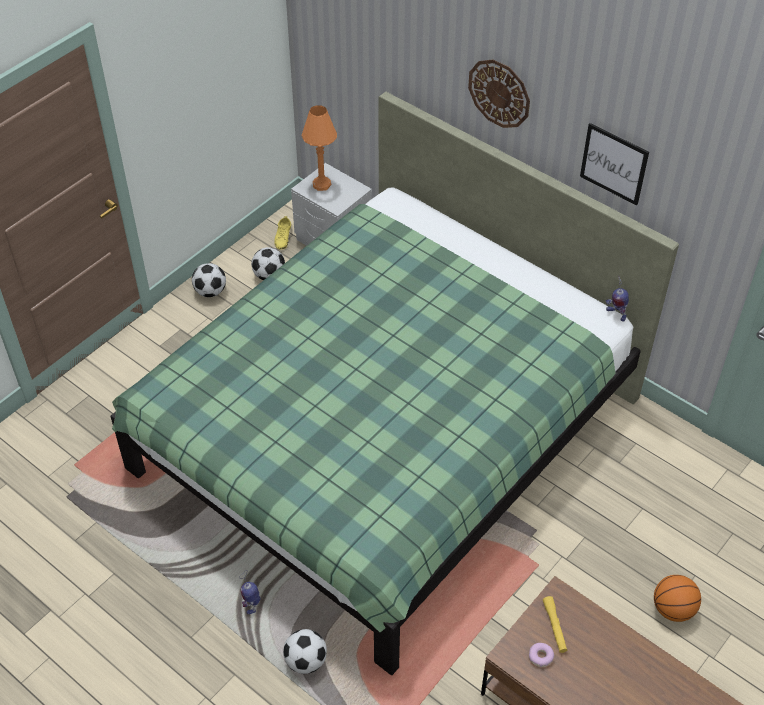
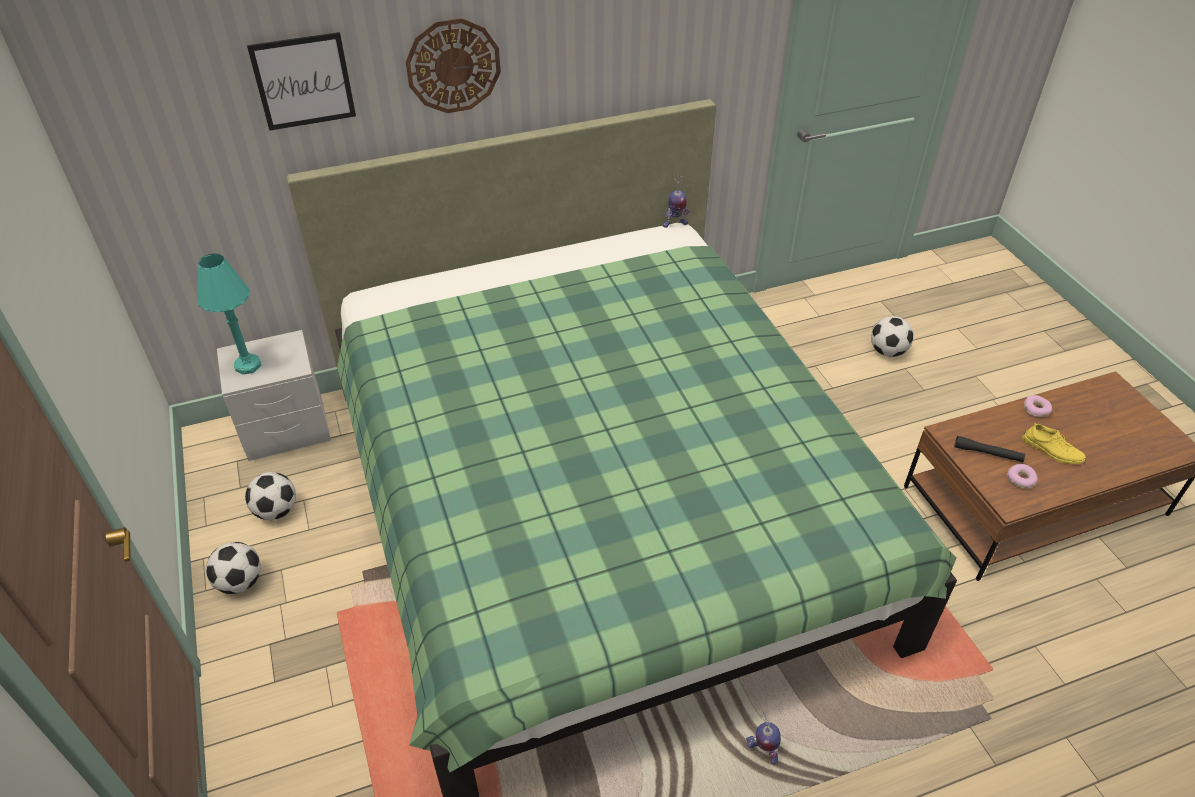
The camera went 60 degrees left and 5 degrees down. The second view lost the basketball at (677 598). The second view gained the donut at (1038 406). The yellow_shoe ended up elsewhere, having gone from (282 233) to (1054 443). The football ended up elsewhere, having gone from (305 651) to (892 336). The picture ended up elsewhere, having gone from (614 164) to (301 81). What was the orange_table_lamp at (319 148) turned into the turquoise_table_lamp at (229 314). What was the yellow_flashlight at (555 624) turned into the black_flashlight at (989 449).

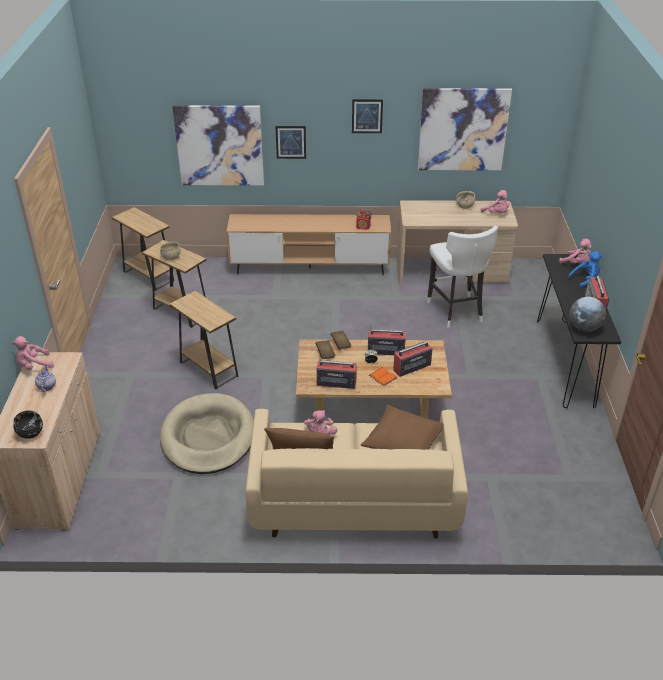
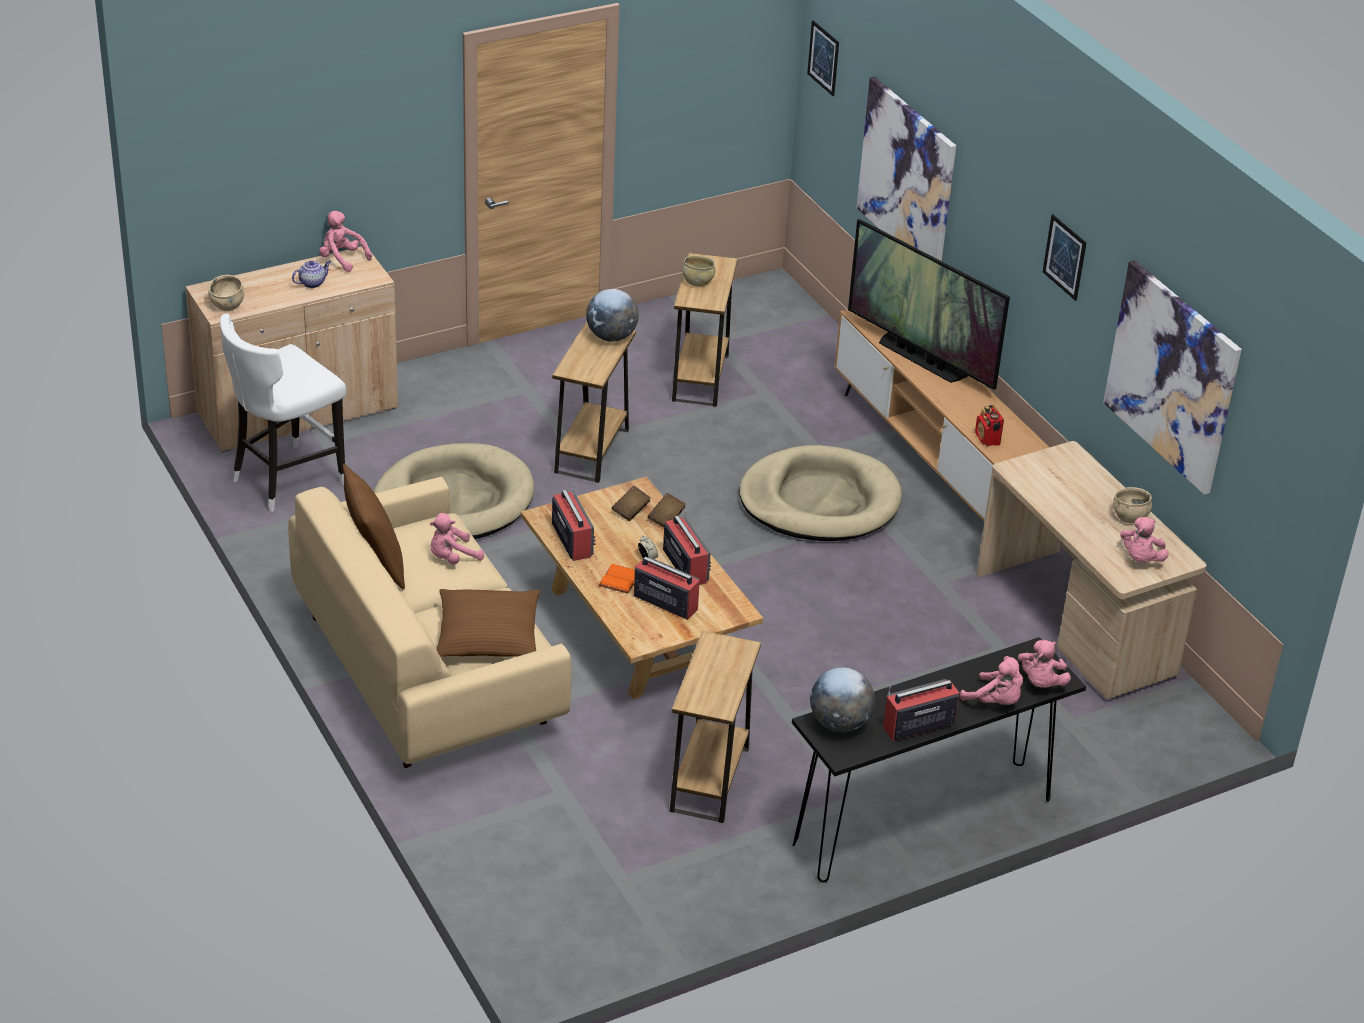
The camera went 60 degrees right and 0 degrees up. The second view gained the globe at (612 315). The second view gained the beige_dog_bed at (820 493). The second view gained the television at (929 304). The brown_side_table ended up elsewhere, having gone from (143 249) to (715 727). The picture ended up elsewhere, having gone from (290 142) to (823 58). The white_stool ended up elsewhere, having gone from (462 277) to (283 412). What was the black_bowl at (28 425) turned into the beige_bowl at (226 293). What was the blue_plush_toy at (585 269) turned into the pink_plush_toy at (991 680).

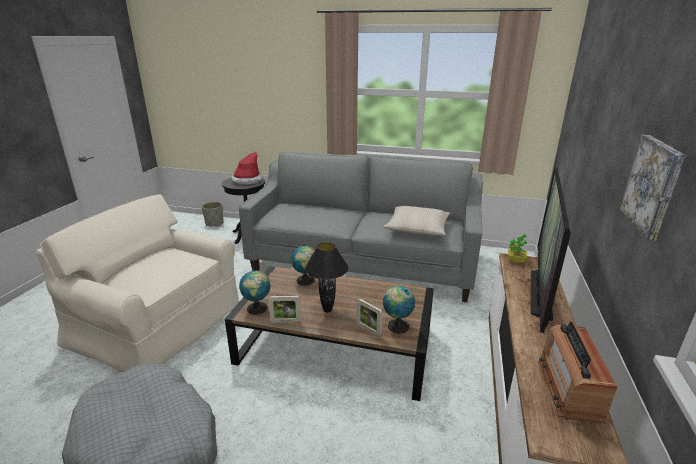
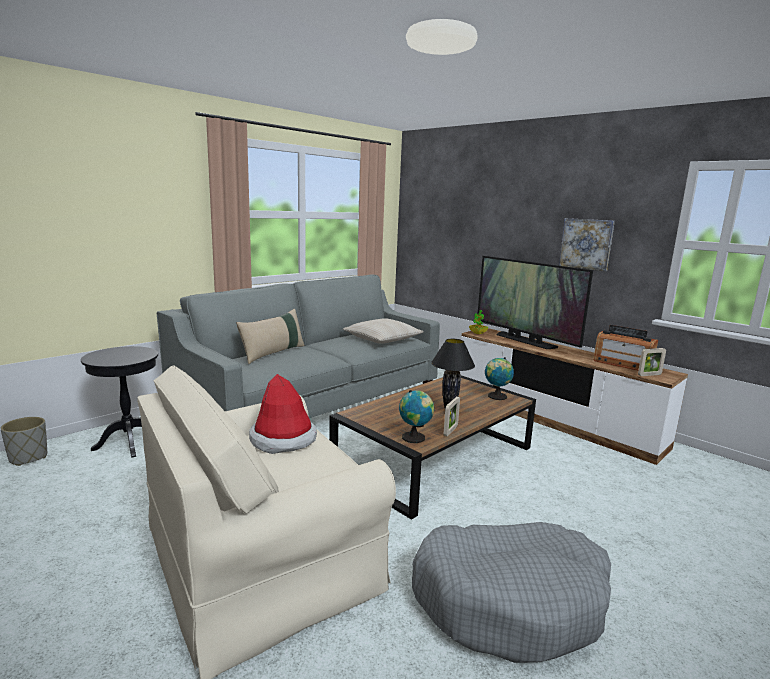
The camera went 60 degrees left and 10 degrees down. The second view lost the globe at (303 264). The second view gained the beige_pillow at (270 336). The hat ended up elsewhere, having gone from (246 168) to (283 414). The picture_frame ended up elsewhere, having gone from (369 317) to (652 362).

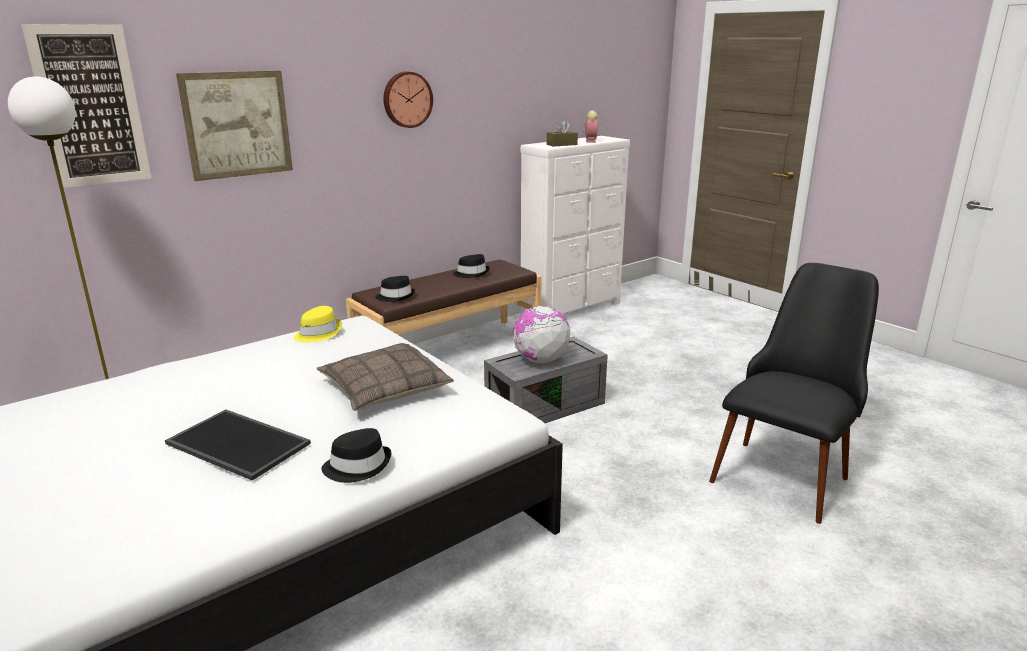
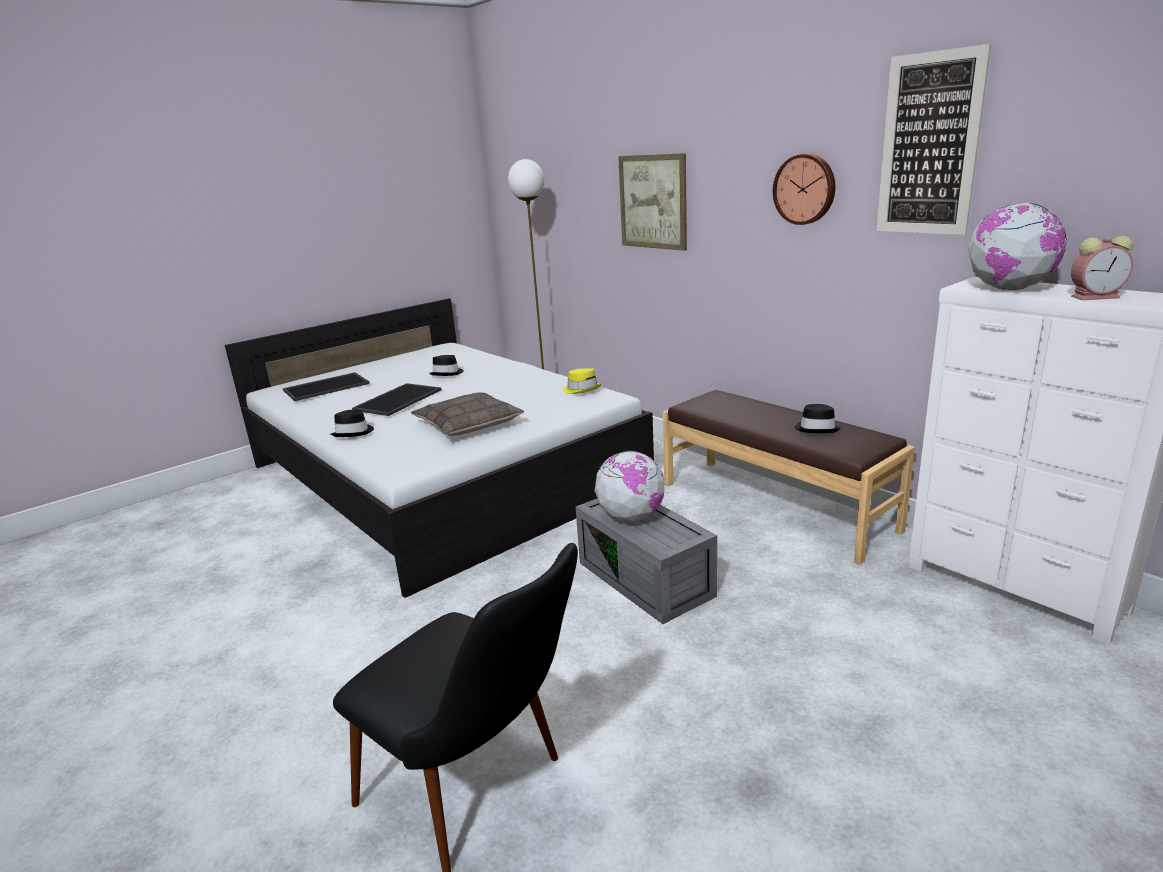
The camera went 90 degrees right and 0 degrees up. The second view gained the tray at (326 386). The picture ended up elsewhere, having gone from (86 106) to (933 139). The black_hat ended up elsewhere, having gone from (395 289) to (446 365). Where the brown_tissue_box stood at (562 133), the globe came to stand at (1017 246).

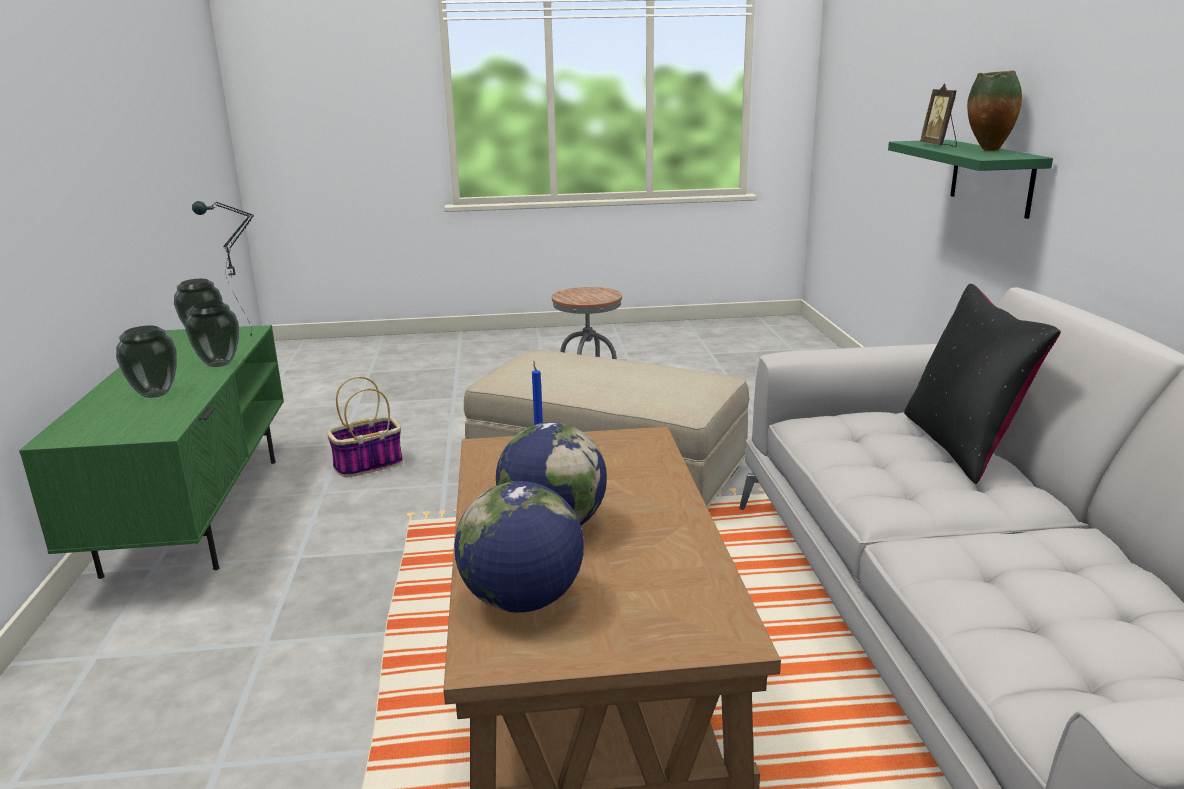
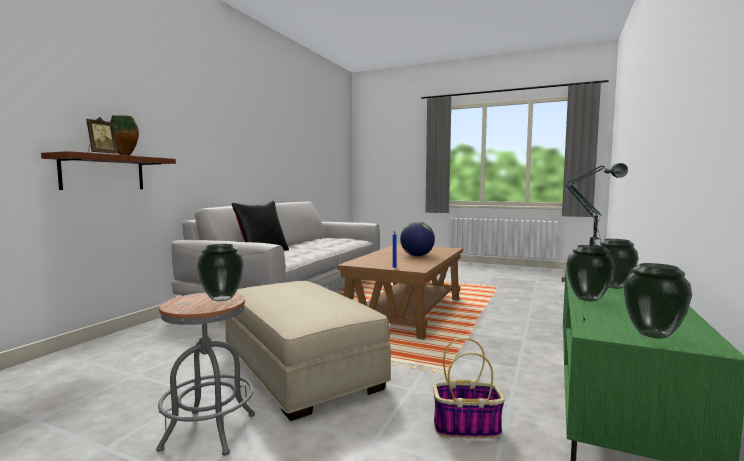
The camera went 150 degrees left and 15 degrees down. The second view lost the globe at (519 547). The second view gained the vase at (220 272). What was the green_shelf at (970 179) turned into the brown_shelf at (108 170).

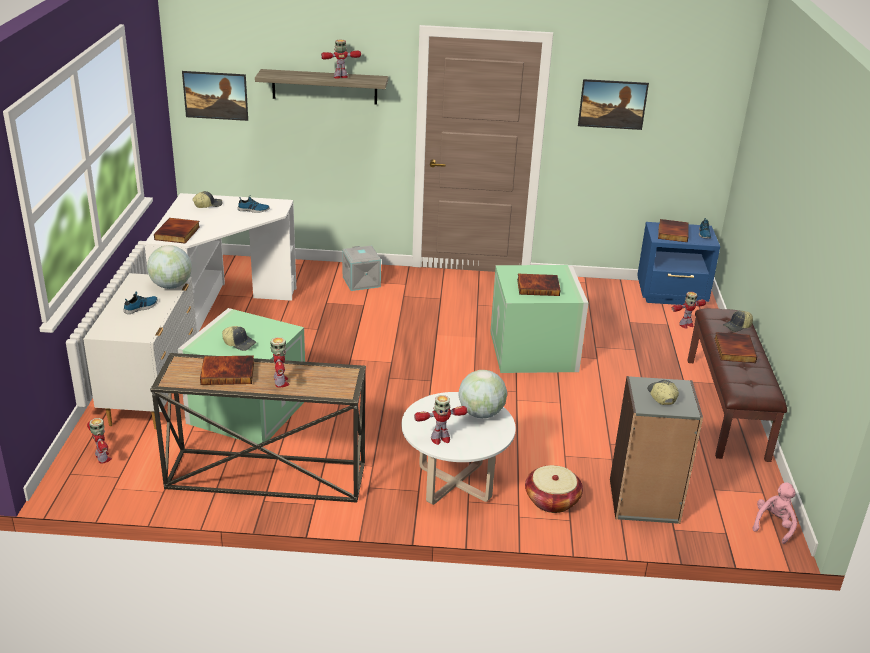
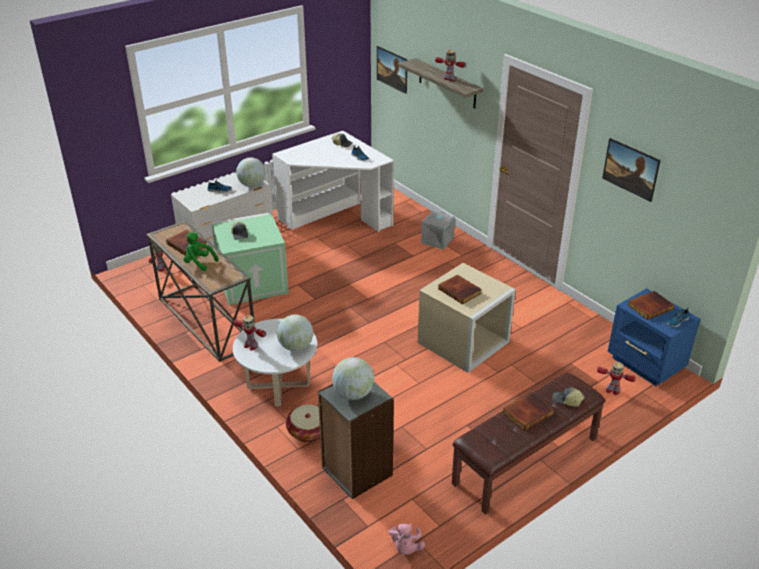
The camera went 50 degrees right and 5 degrees up. The second view lost the book at (177 231). Where the toy_robot stood at (279 362), the green_plush_toy came to stand at (201 251). Where the cap stood at (663 392), the globe came to stand at (353 378). What was the green_storage_box at (539 319) turned into the beige_storage_box at (467 318). The pink_plush_toy at (774 513) ended up facing another way, 105 degrees clockwise from before.

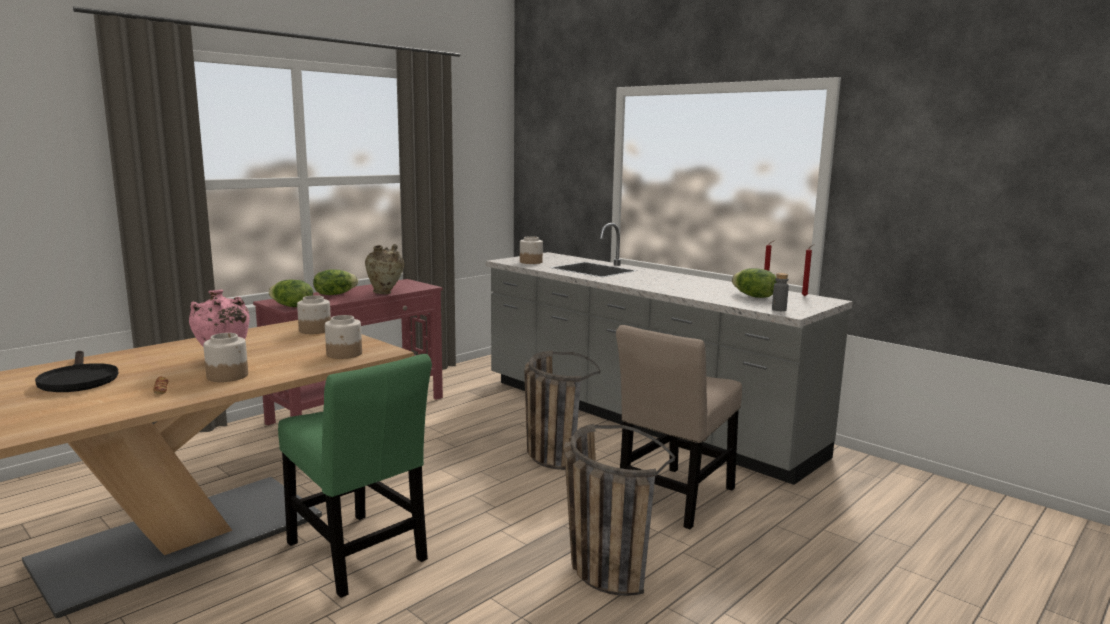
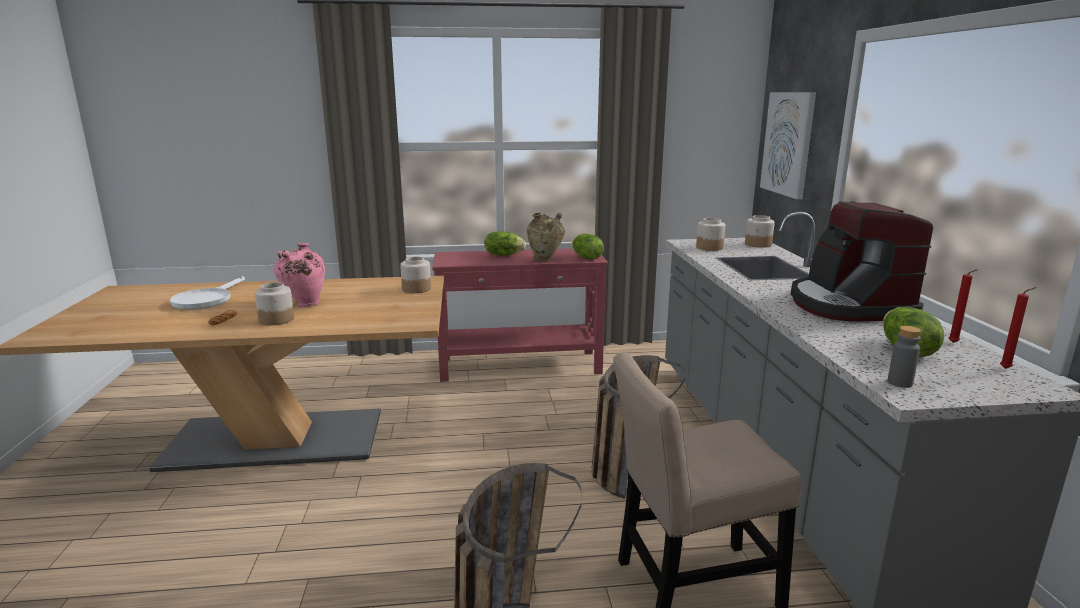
The camera went 40 degrees right and 5 degrees up. The second view lost the green_chair at (355 476). The second view gained the picture at (788 145). The second view gained the coffee_machine at (862 261). The lettuce ended up elsewhere, having gone from (290 293) to (588 246). The jar ended up elsewhere, having gone from (343 337) to (760 231). What was the black_frying_pan at (77 371) turned into the white_frying_pan at (207 293).

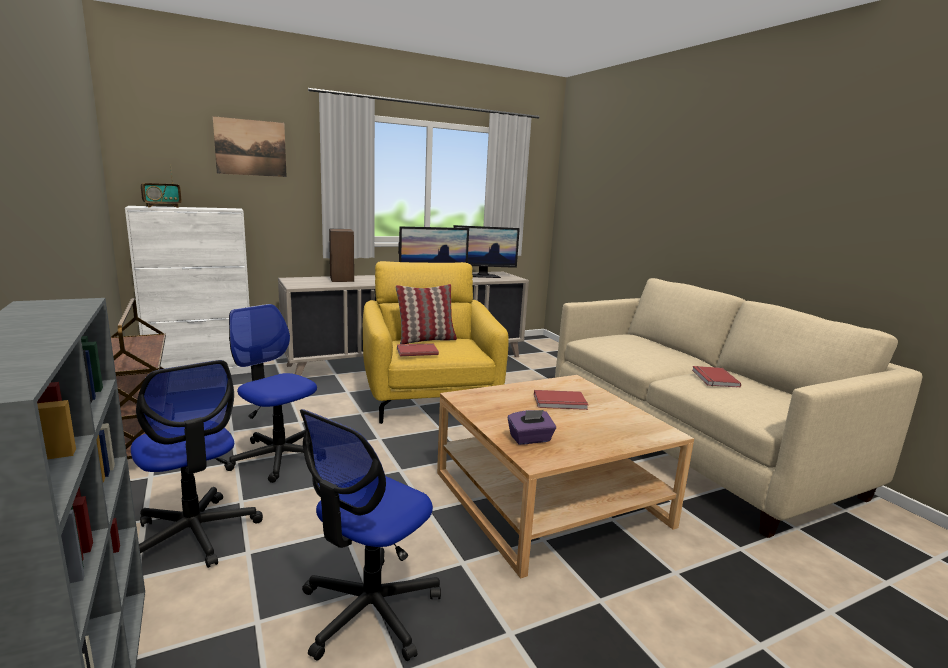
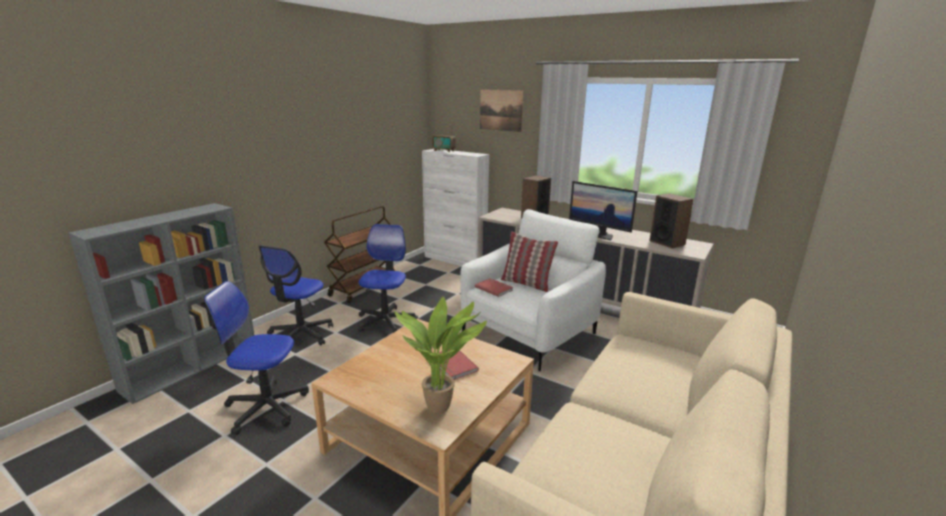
The camera went 60 degrees right and 5 degrees up. The second view lost the purple_tissue_box at (532 427). The second view lost the red_book at (716 377). The second view gained the potted_plant at (441 355). Where the monitor stood at (486 251), the speaker came to stand at (671 220). What was the yellow_armchair at (436 342) turned into the white_armchair at (533 290).

